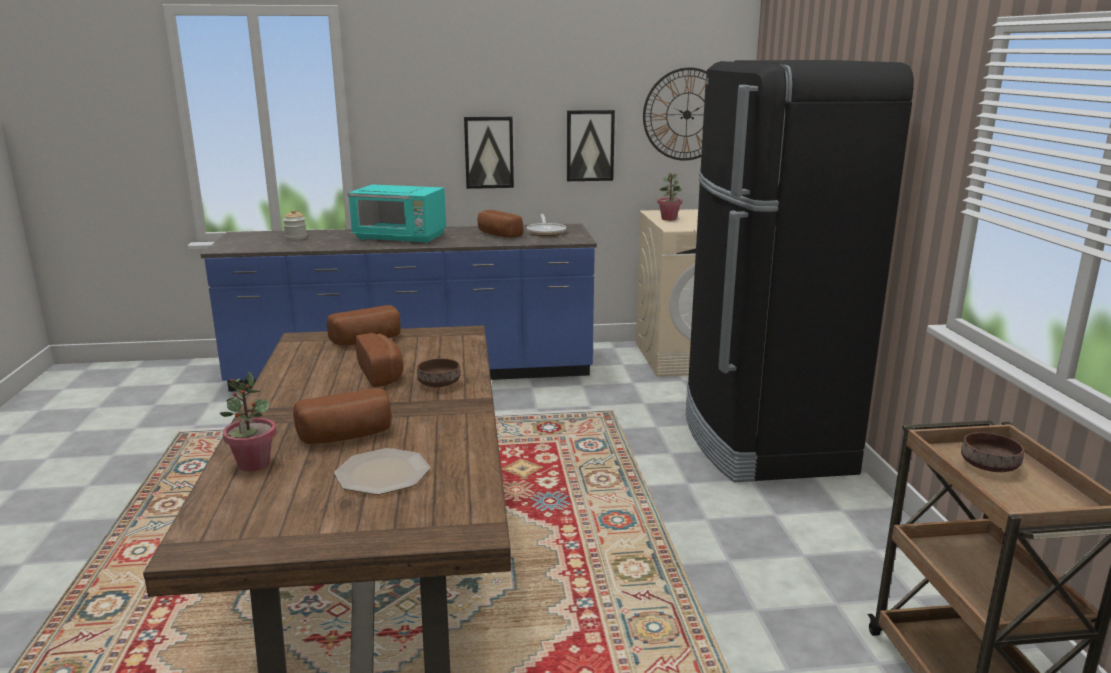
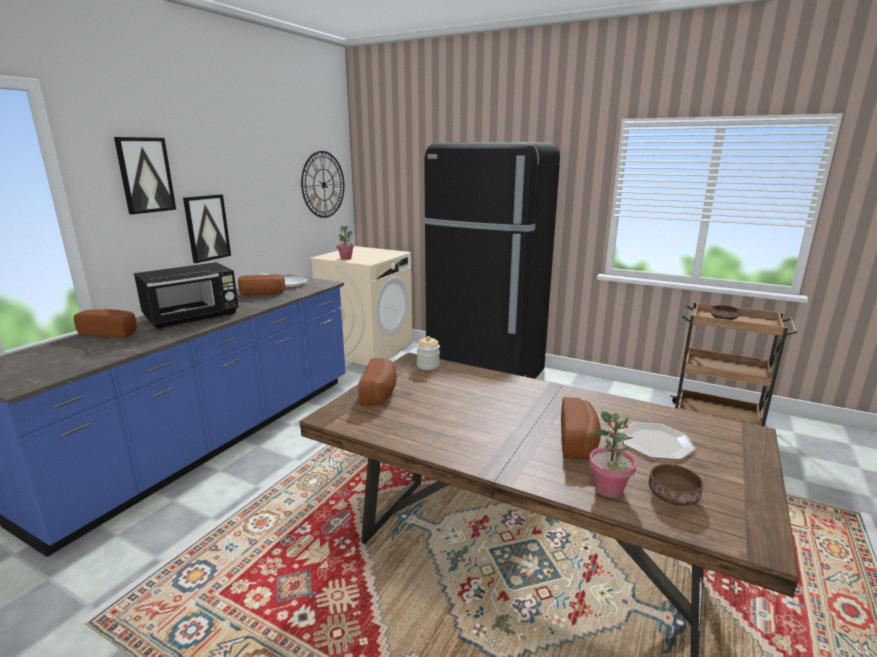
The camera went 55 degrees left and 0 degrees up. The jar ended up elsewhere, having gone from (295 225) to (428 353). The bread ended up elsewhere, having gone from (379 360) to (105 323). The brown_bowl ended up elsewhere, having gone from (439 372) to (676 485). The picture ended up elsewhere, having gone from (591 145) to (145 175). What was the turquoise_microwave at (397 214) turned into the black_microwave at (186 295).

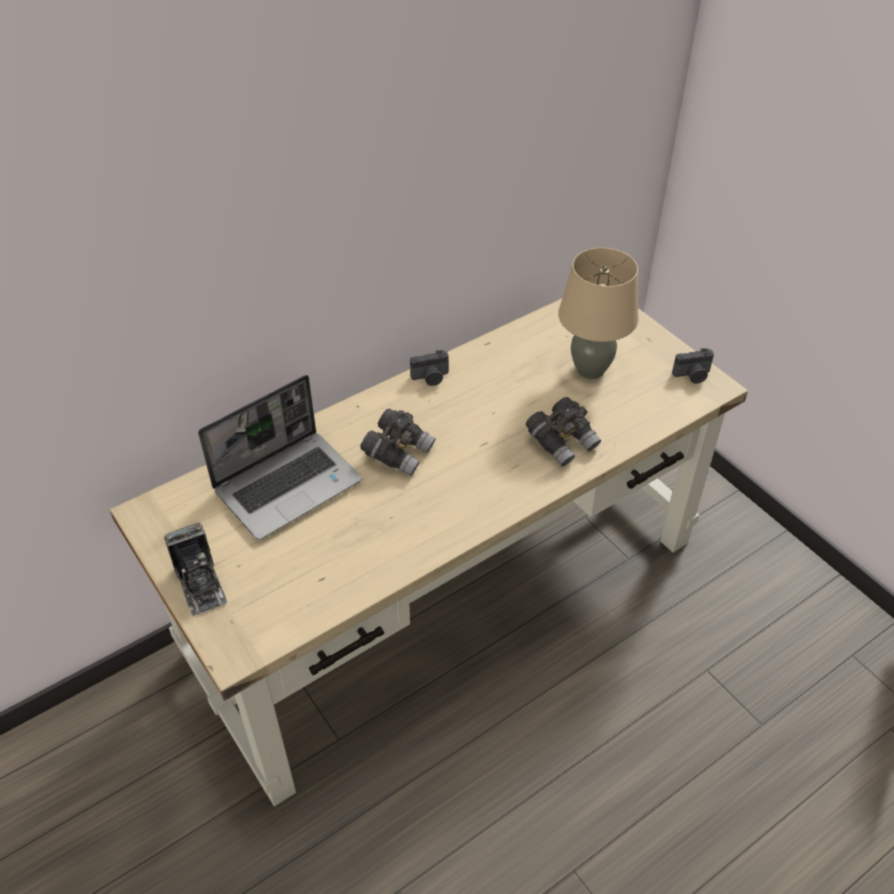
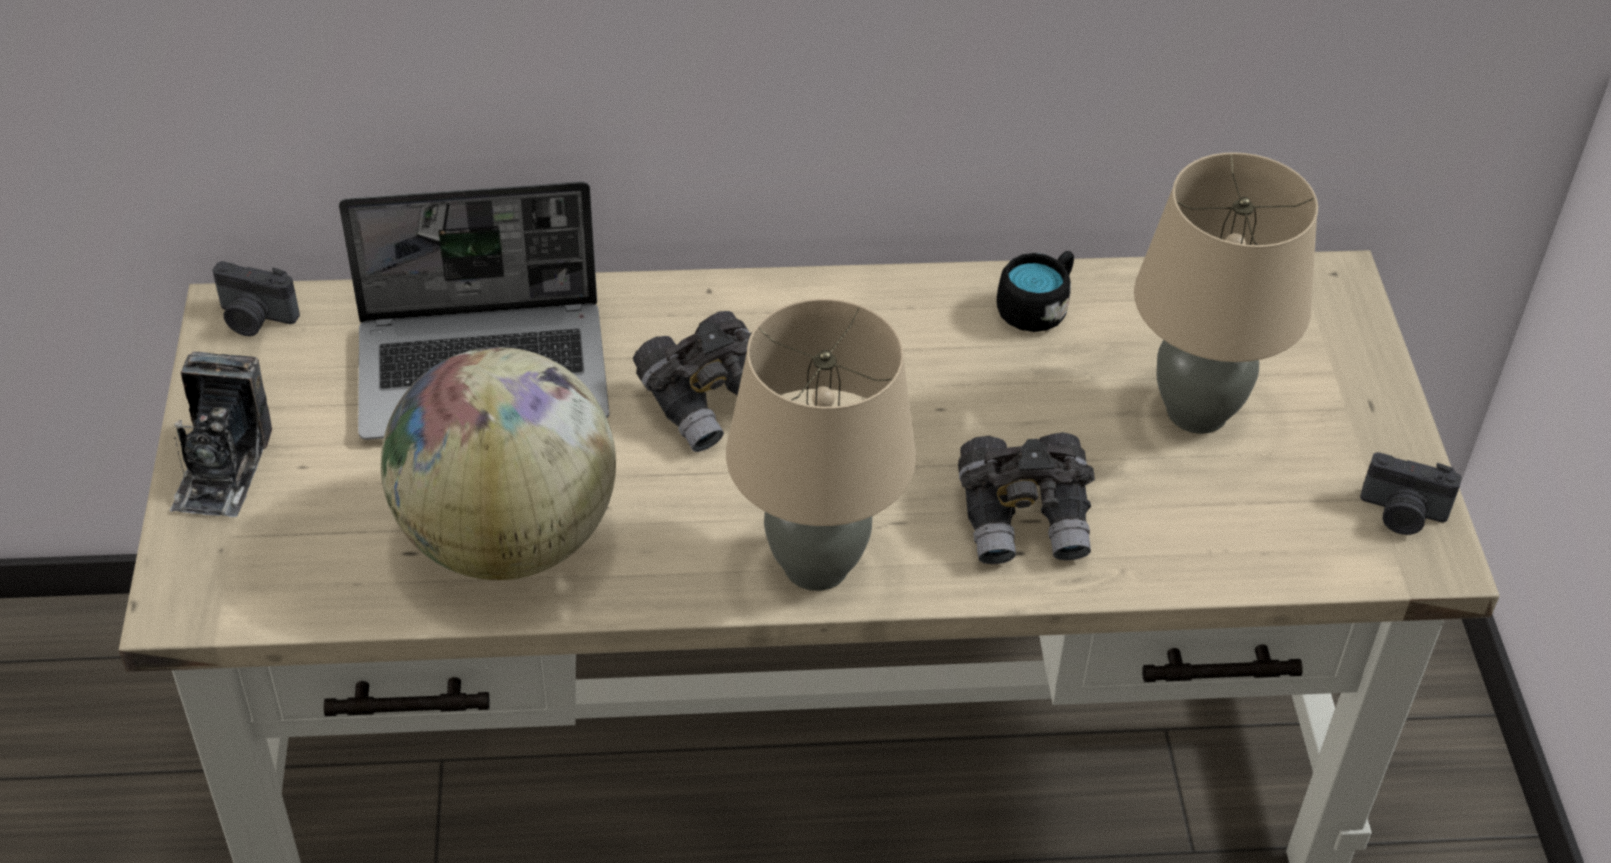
The camera went 30 degrees right and 0 degrees up. The second view gained the globe at (498 463). The second view gained the beige_table_lamp at (821 445). The second view gained the black_mug at (1035 291). The photo_camera ended up elsewhere, having gone from (429 368) to (256 298).

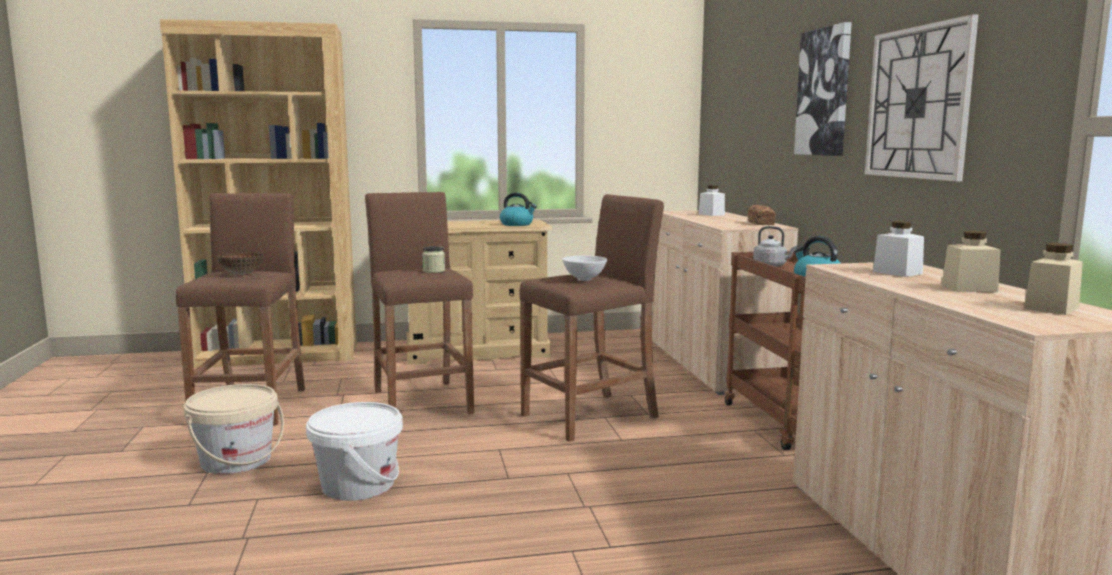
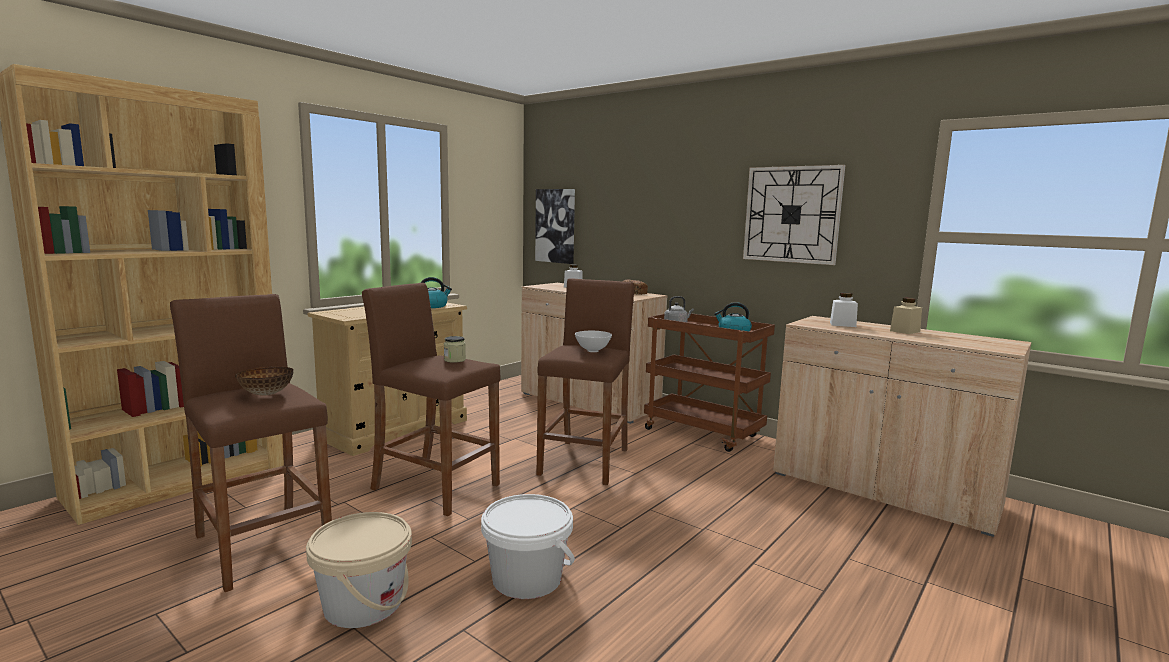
The camera went 40 degrees left and 0 degrees up. The second view lost the beige_jar at (1053 279). The picture ended up elsewhere, having gone from (823 89) to (555 226).

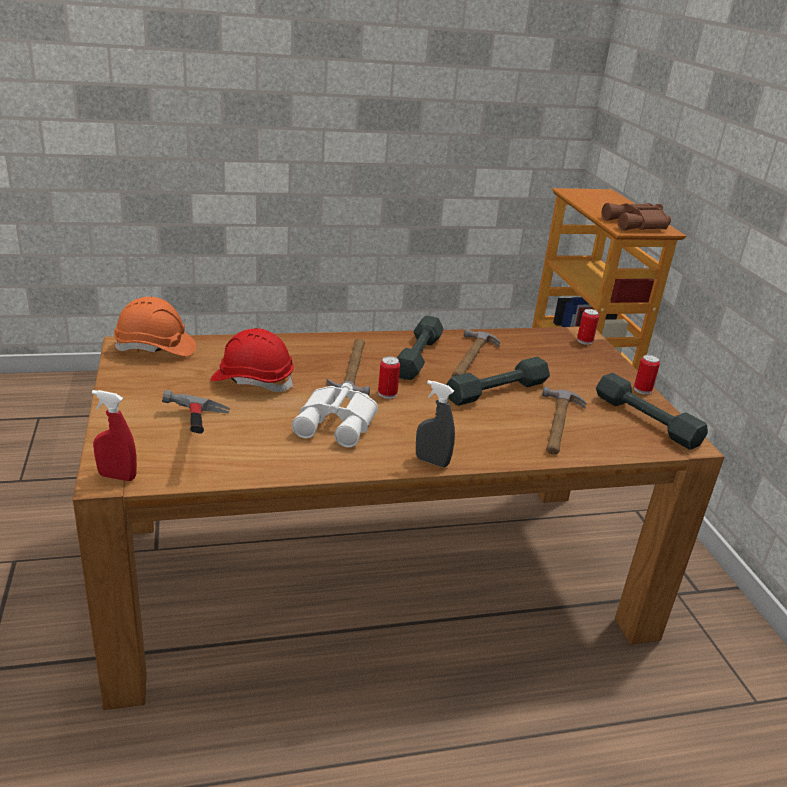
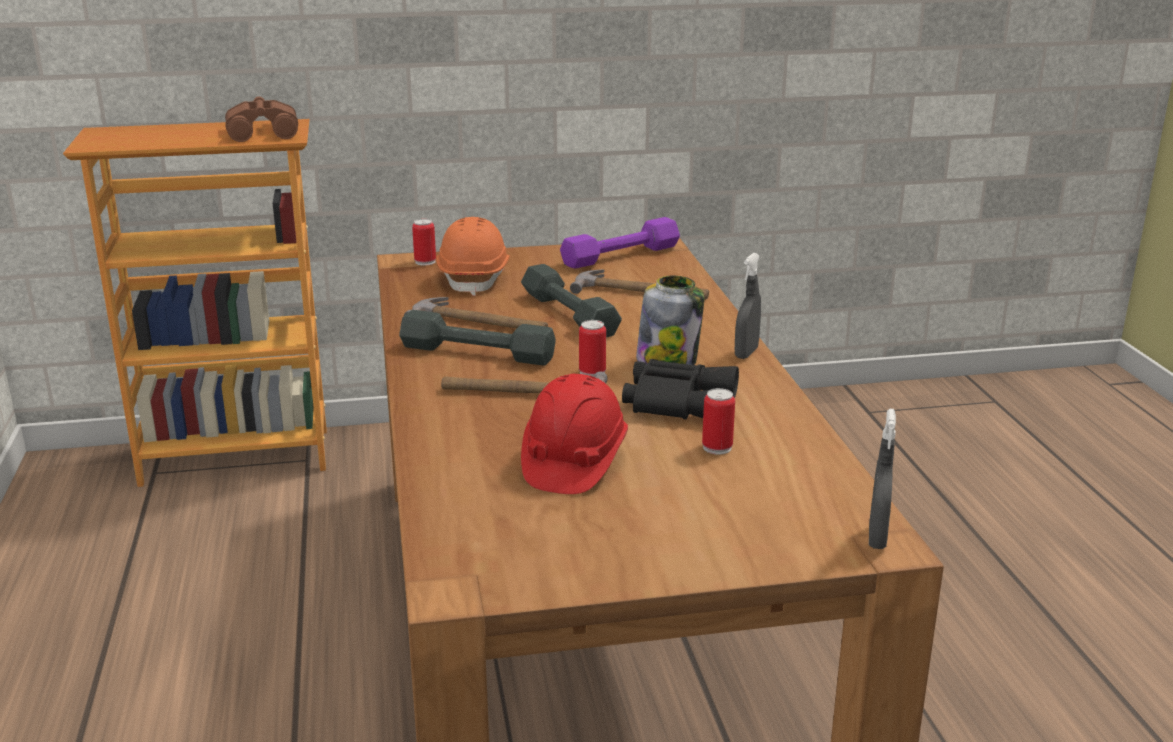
The camera went 85 degrees left and 5 degrees down. The second view lost the hammer at (196 412). The second view gained the jar at (670 320). The orange_hard_hat ended up elsewhere, having gone from (155 327) to (473 256). The can ended up elsewhere, having gone from (647 374) to (718 421). What was the red_spray_bottle at (114 435) turned into the grey_spray_bottle at (882 479). What was the white_binoculars at (335 415) turned into the black_binoculars at (680 389). What was the grey_dumbbell at (652 411) turned into the purple_dumbbell at (620 242).

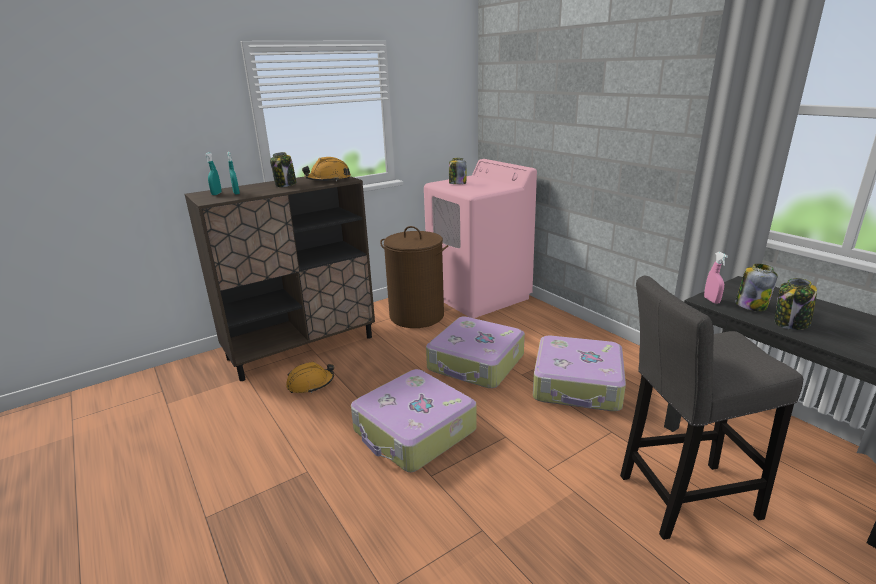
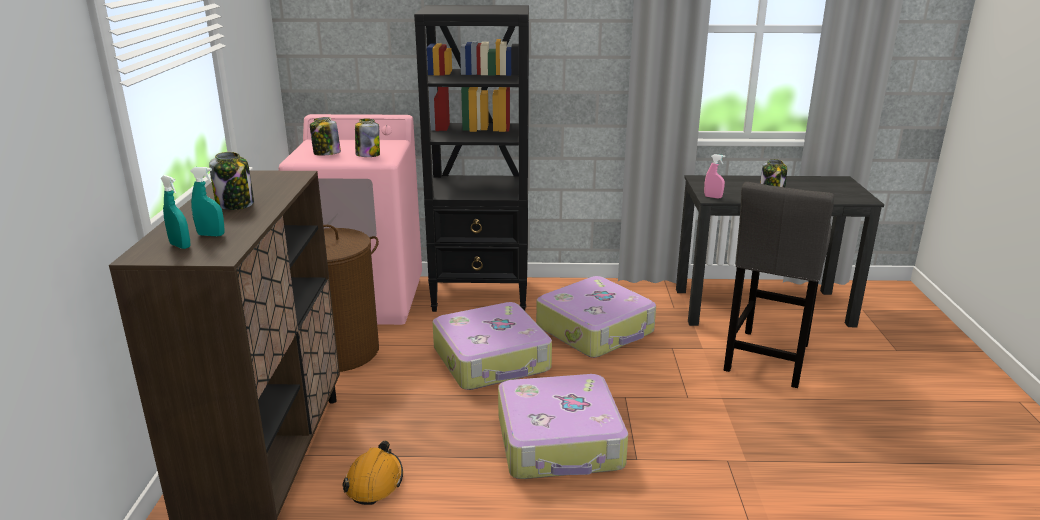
The camera went 55 degrees left and 0 degrees up. The second view lost the orange_hard_hat at (326 169). The second view gained the black_bookcase at (471 158). The jar ended up elsewhere, having gone from (756 287) to (367 138).

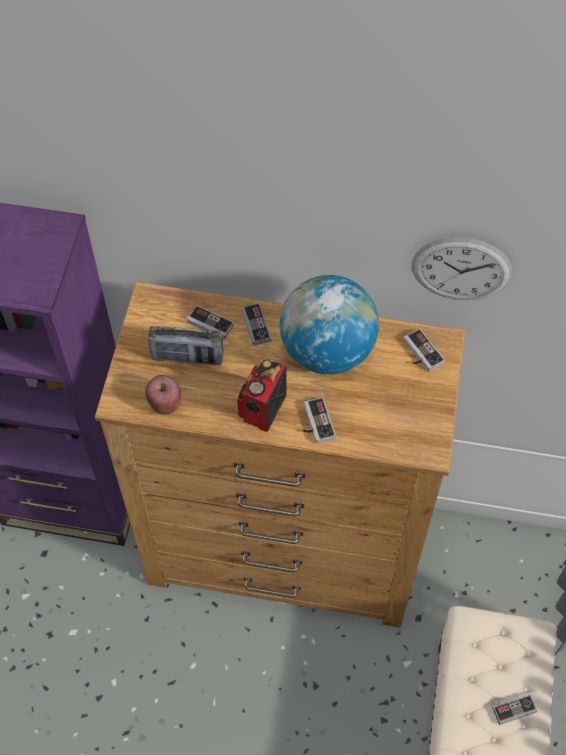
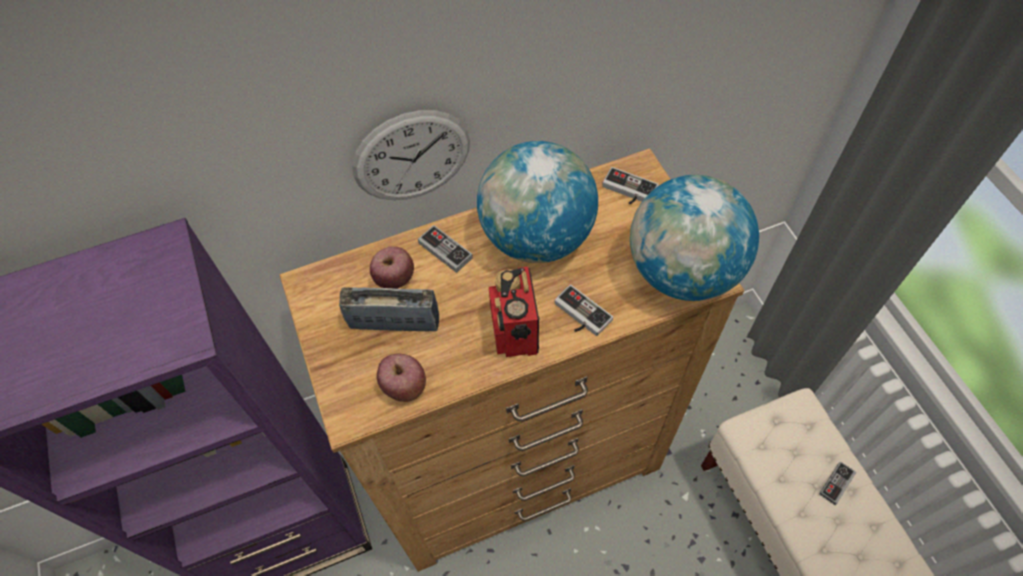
The camera went 30 degrees left and 0 degrees up. The second view gained the globe at (694 238). The wall_clock ended up elsewhere, having gone from (462 268) to (411 155). Where the game_controller stood at (210 322), the apple came to stand at (392 267). The radio at (185 345) ended up facing another way, 150 degrees counterclockwise from before.

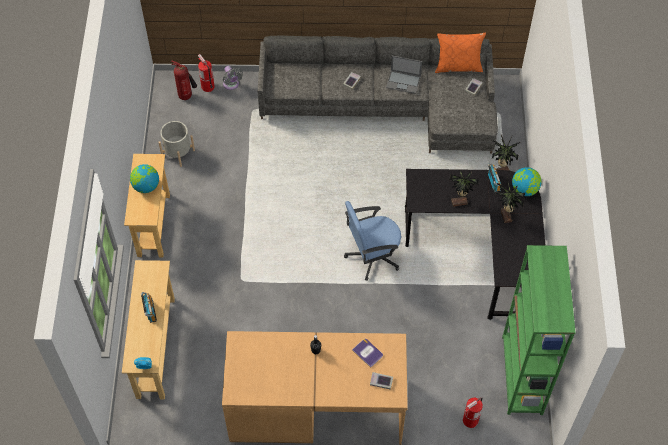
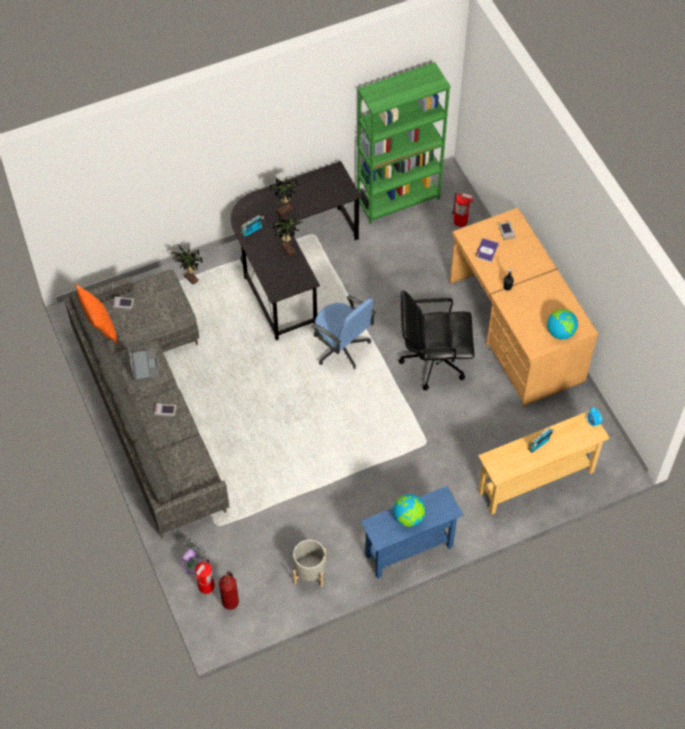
The camera went 115 degrees left and 0 degrees up. The second view gained the black_office_chair at (437 340). The globe ended up elsewhere, having gone from (527 181) to (562 324). What was the beige_console_table at (147 205) turned into the blue_console_table at (412 532).

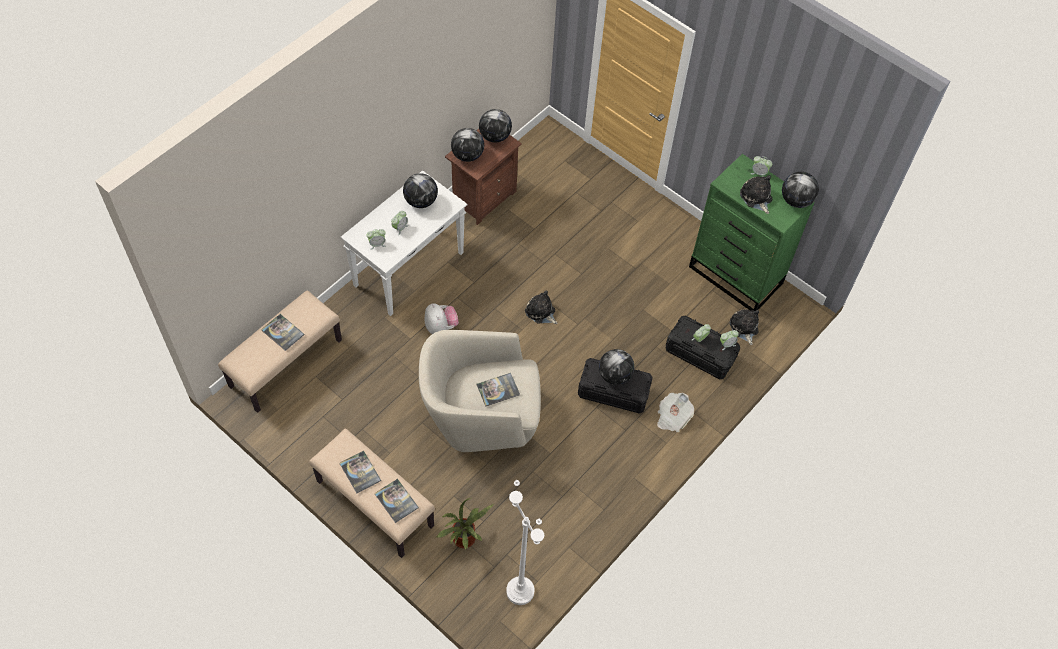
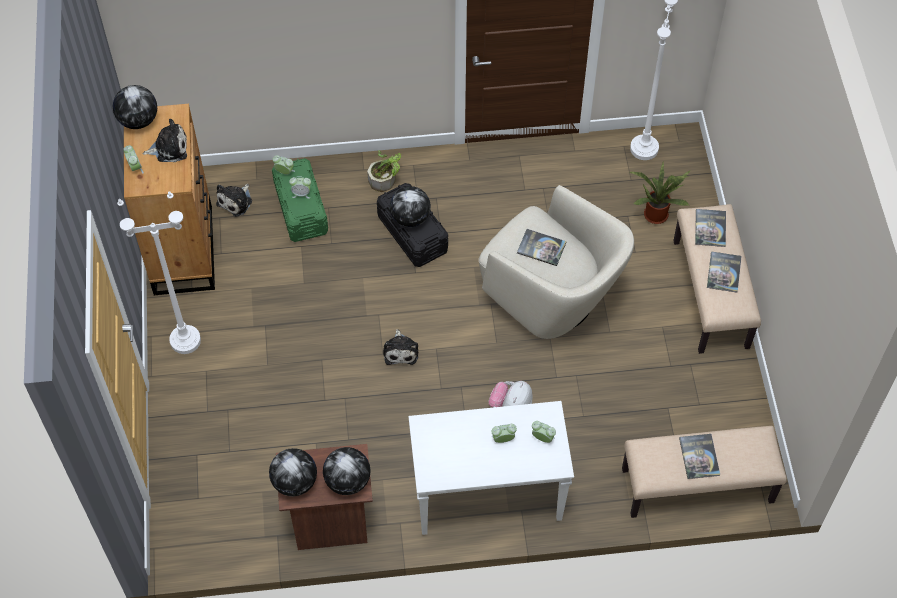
The camera went 135 degrees left and 0 degrees up. The second view lost the globe at (420 190). The second view gained the white_floor_lamp at (159 272). Where the newspaper stood at (675 412), the potted_plant came to stand at (384 171). What was the black_storage_box at (702 347) turned into the green_storage_box at (300 200). What was the green_dresser at (752 232) turned into the brown_dresser at (169 199). The plush_toy at (756 194) ended up facing another way, 120 degrees counterclockwise from before.

